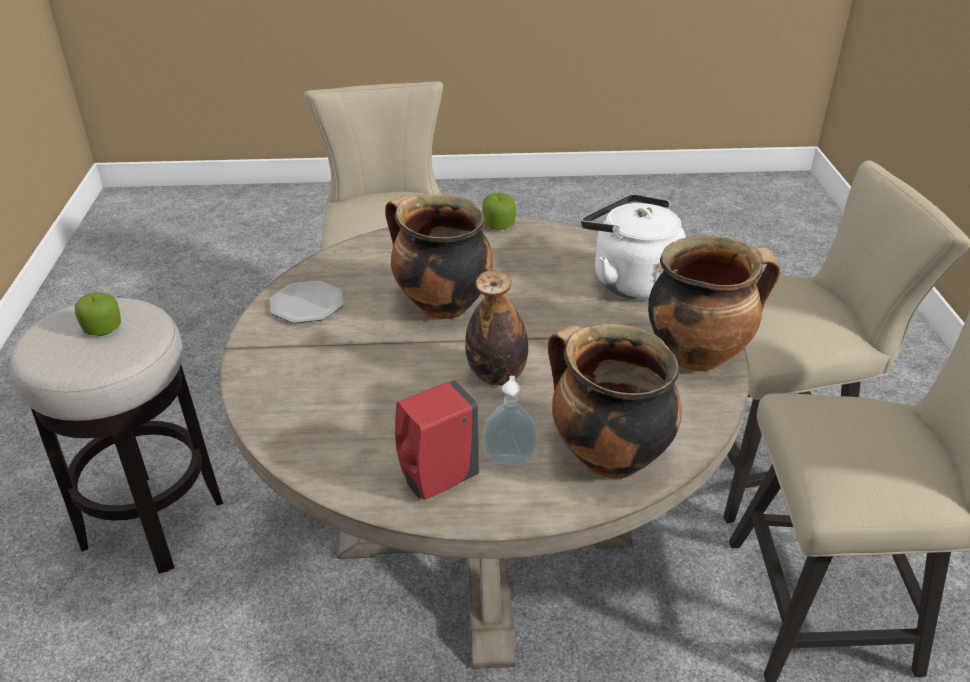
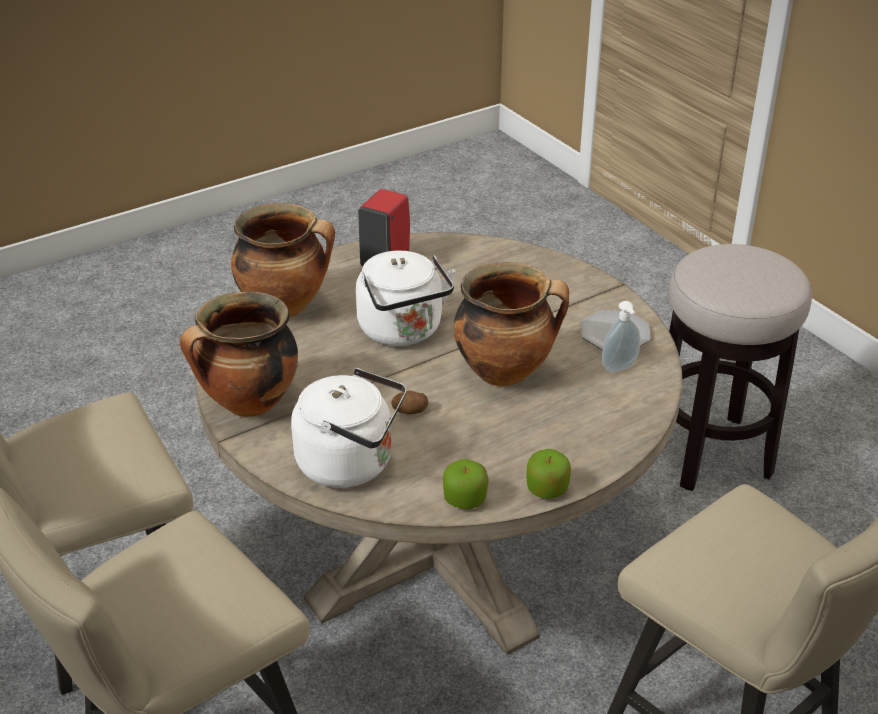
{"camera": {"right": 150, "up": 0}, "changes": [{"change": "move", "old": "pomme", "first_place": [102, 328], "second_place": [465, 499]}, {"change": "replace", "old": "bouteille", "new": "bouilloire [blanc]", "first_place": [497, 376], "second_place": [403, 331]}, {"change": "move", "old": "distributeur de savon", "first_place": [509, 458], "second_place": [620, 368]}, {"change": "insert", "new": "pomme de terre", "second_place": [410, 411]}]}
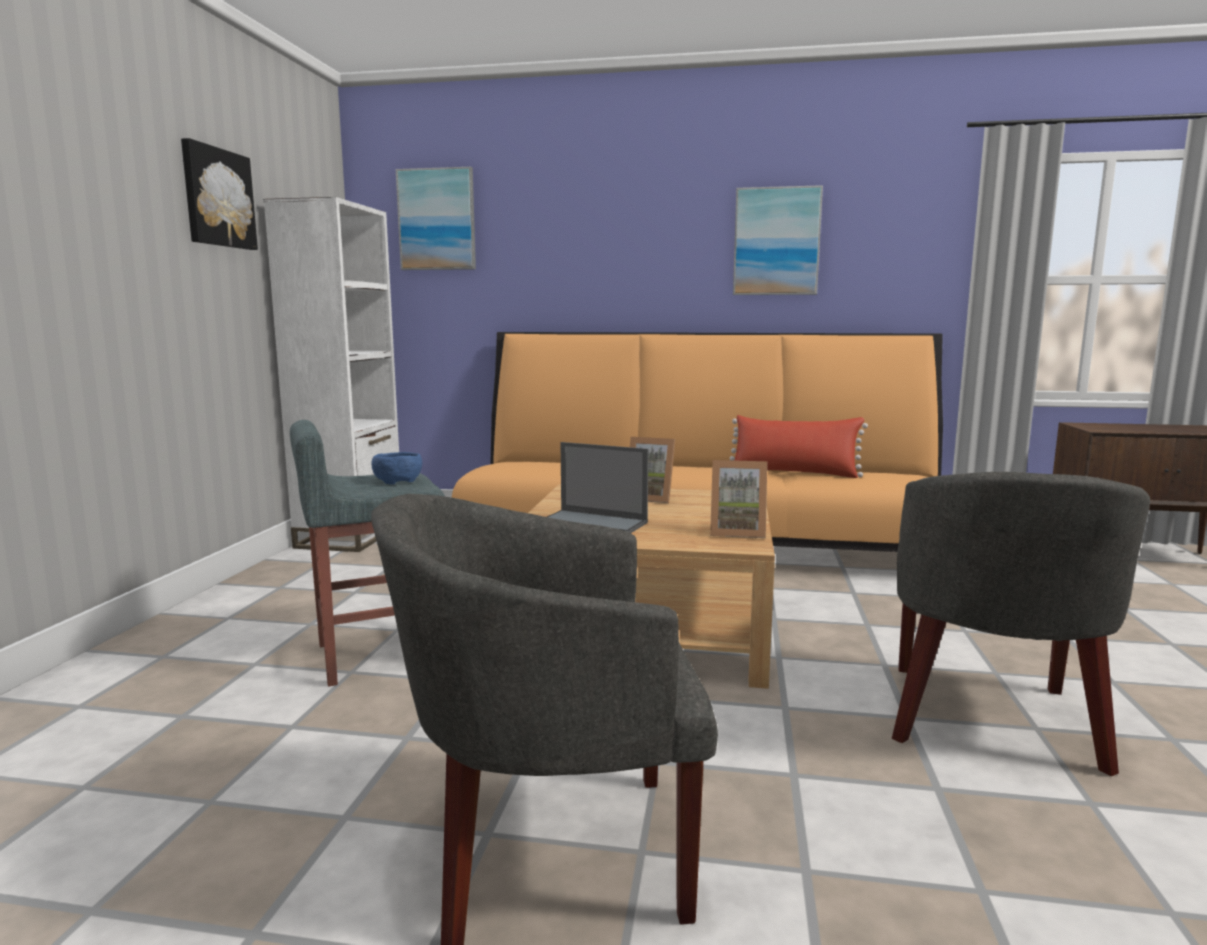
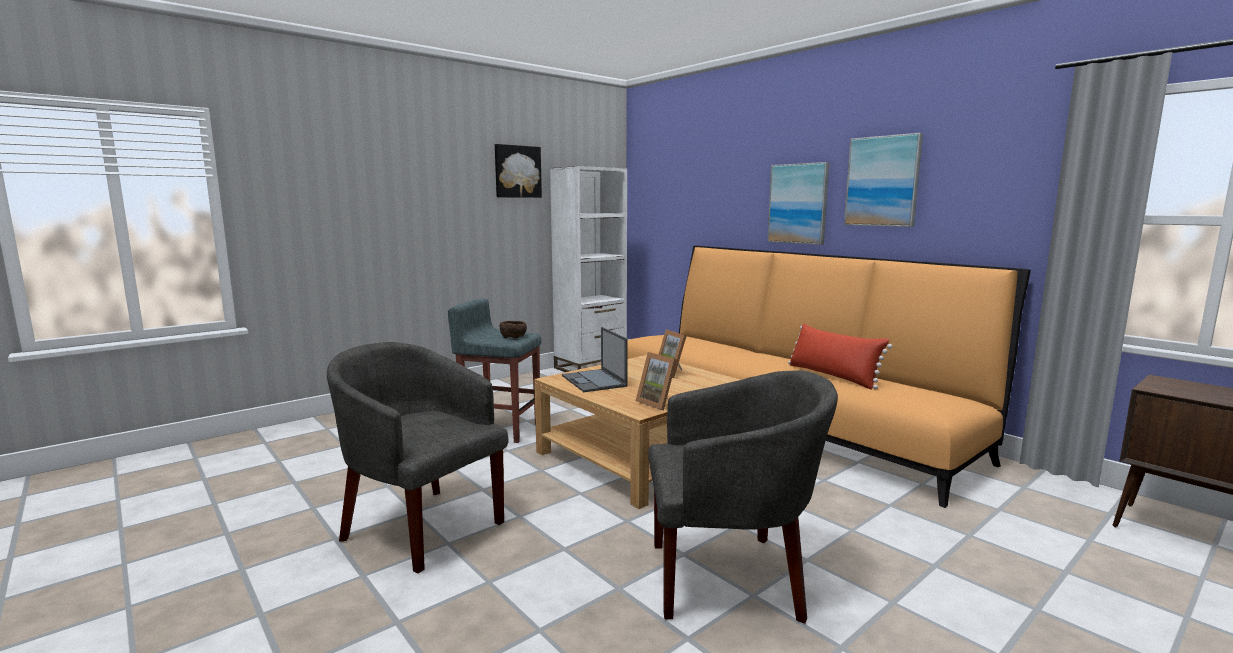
{"camera": {"right": 40, "up": 0}, "changes": [{"change": "recolor", "old": "bol [bleu]", "new": "bol [marron]", "first_place": [397, 480], "second_place": [513, 336]}, {"change": "move", "old": "tableau", "first_place": [437, 220], "second_place": [798, 204]}, {"change": "rotate", "old": "fauteuil [gris]", "first_place": [988, 720], "second_place": [730, 577], "degrees": -150}]}
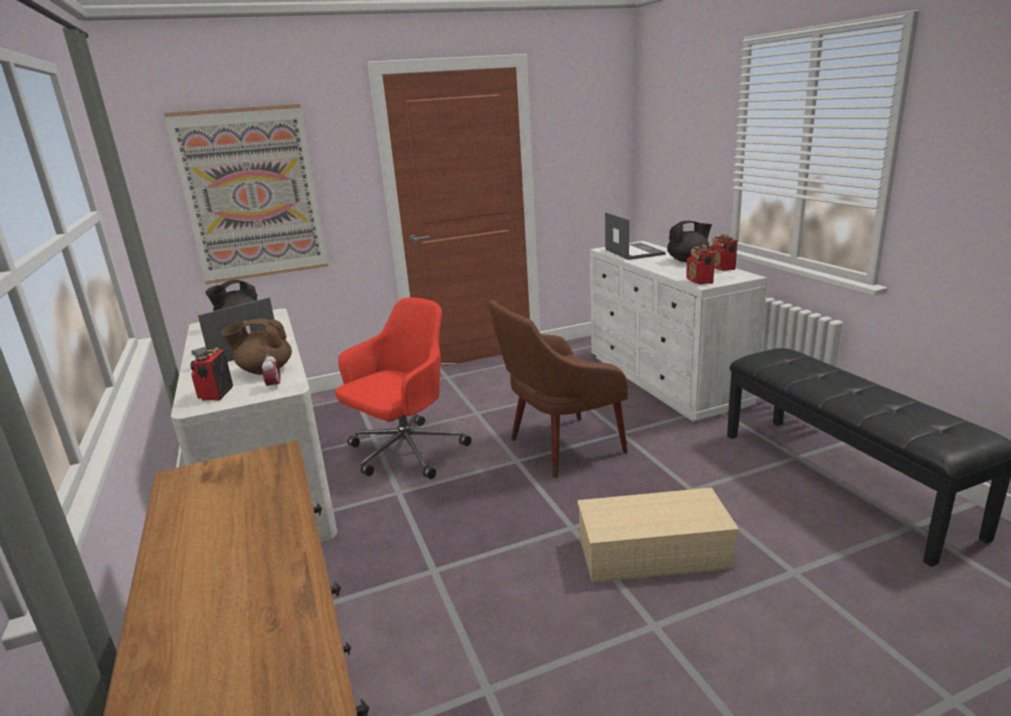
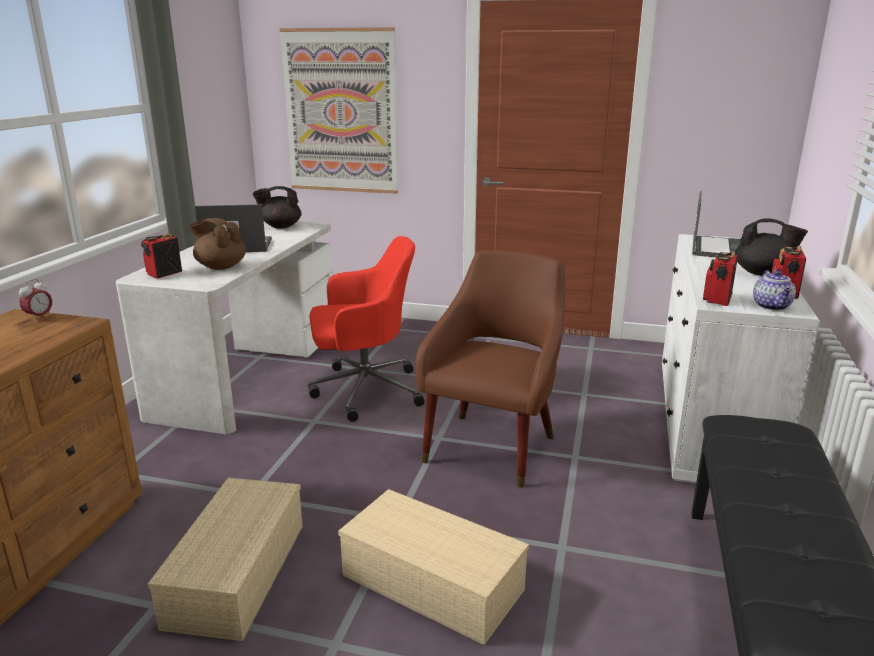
{"camera": {"right": 35, "up": 0}, "changes": [{"change": "move", "old": "réveil", "first_place": [274, 386], "second_place": [39, 317]}, {"change": "rotate", "old": "fauteuil [marron]", "first_place": [559, 448], "second_place": [493, 444], "degrees": 105}, {"change": "insert", "new": "boîte de rangement [beige]", "second_place": [236, 571]}, {"change": "insert", "new": "théière", "second_place": [772, 306]}]}
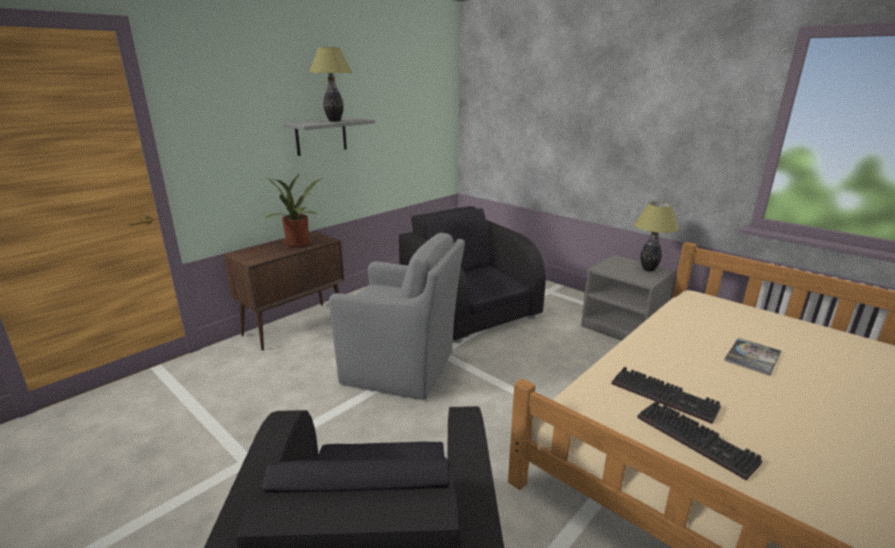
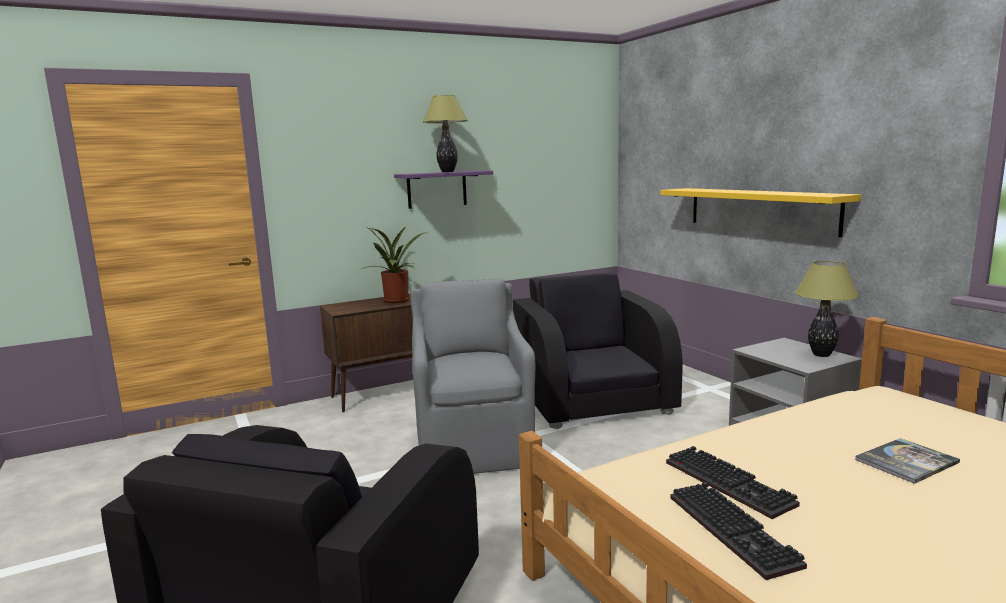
{"camera": {"right": 20, "up": -10}, "changes": [{"change": "recolor", "old": "étagère [gris]", "new": "étagère [violet]", "first_place": [321, 136], "second_place": [437, 189]}, {"change": "rotate", "old": "fauteuil [gris]", "first_place": [402, 369], "second_place": [474, 446], "degrees": -135}, {"change": "insert", "new": "étagère [jaune]", "second_place": [760, 210]}]}
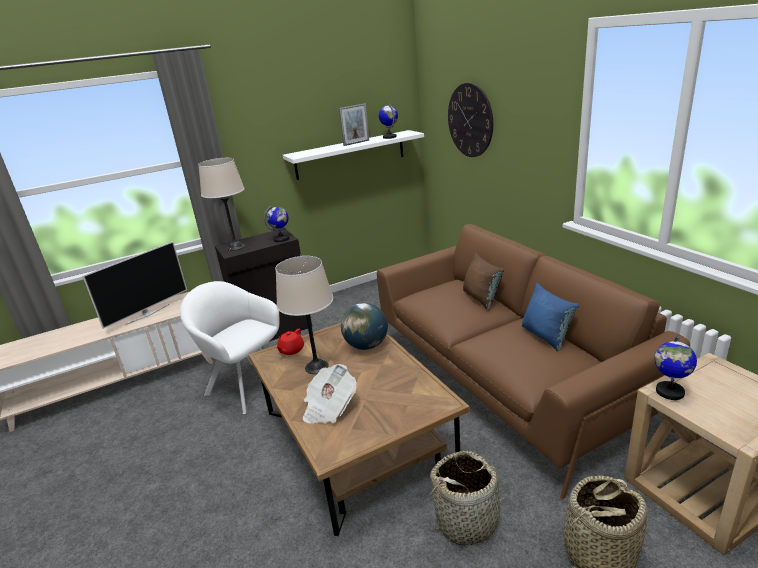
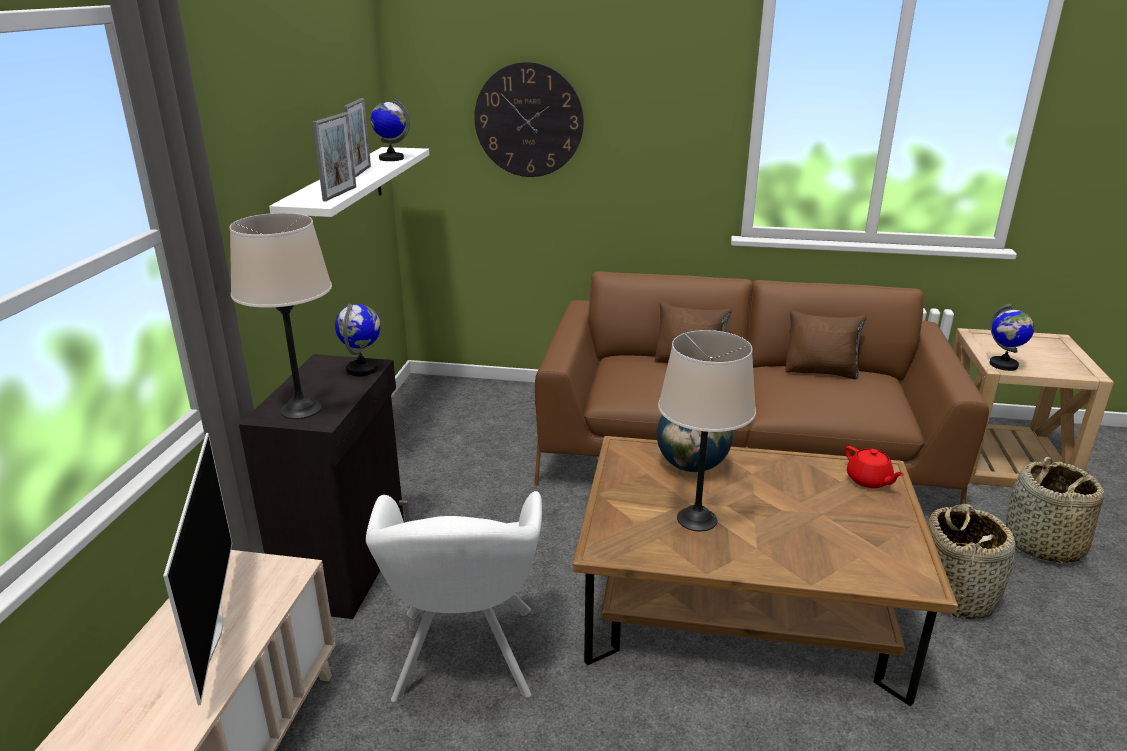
{"camera": {"right": -55, "up": 0}, "changes": [{"change": "rotate", "old": "fauteuil [blanc]", "first_place": [245, 384], "second_place": [463, 660], "degrees": -75}, {"change": "move", "old": "théière [rouge]", "first_place": [291, 350], "second_place": [869, 480]}, {"change": "delete", "old": "journal", "first_place": [329, 407]}, {"change": "recolor", "old": "coussin [bleu]", "new": "coussin [marron]", "first_place": [546, 336], "second_place": [821, 371]}, {"change": "insert", "new": "cadre photo", "second_place": [340, 194]}]}
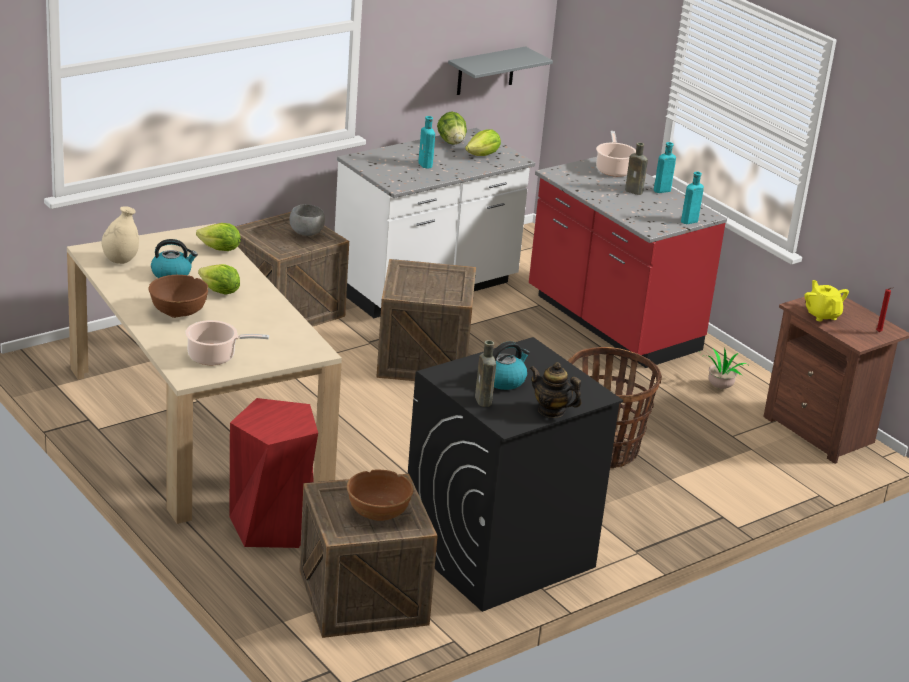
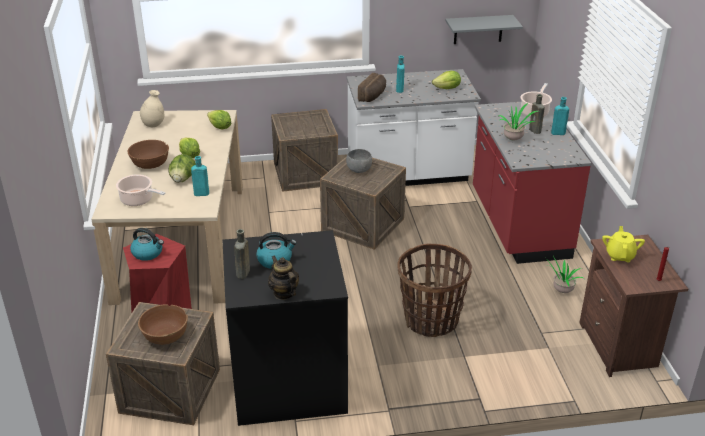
{"camera": {"right": 30, "up": 5}, "changes": [{"change": "move", "old": "bouilloire", "first_place": [172, 274], "second_place": [148, 253]}, {"change": "move", "old": "bol [gris]", "first_place": [306, 233], "second_place": [359, 170]}, {"change": "move", "old": "laitue", "first_place": [451, 142], "second_place": [182, 179]}, {"change": "move", "old": "bouteille [turquoise]", "first_place": [688, 221], "second_place": [200, 194]}, {"change": "insert", "new": "pain", "second_place": [373, 96]}, {"change": "insert", "new": "plante en pot", "second_place": [514, 139]}]}
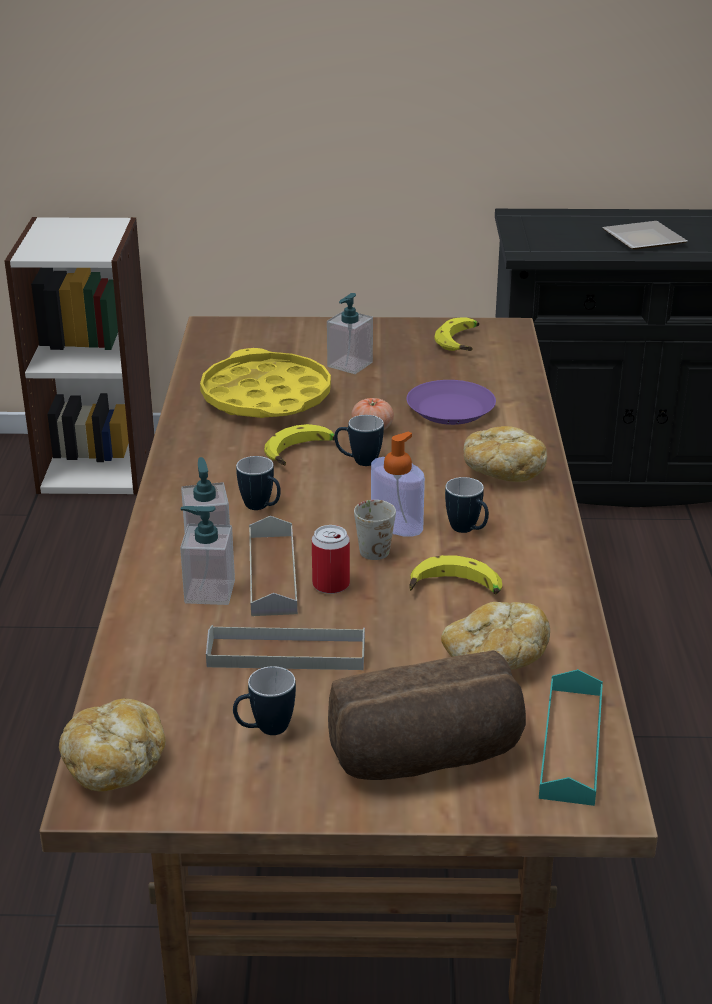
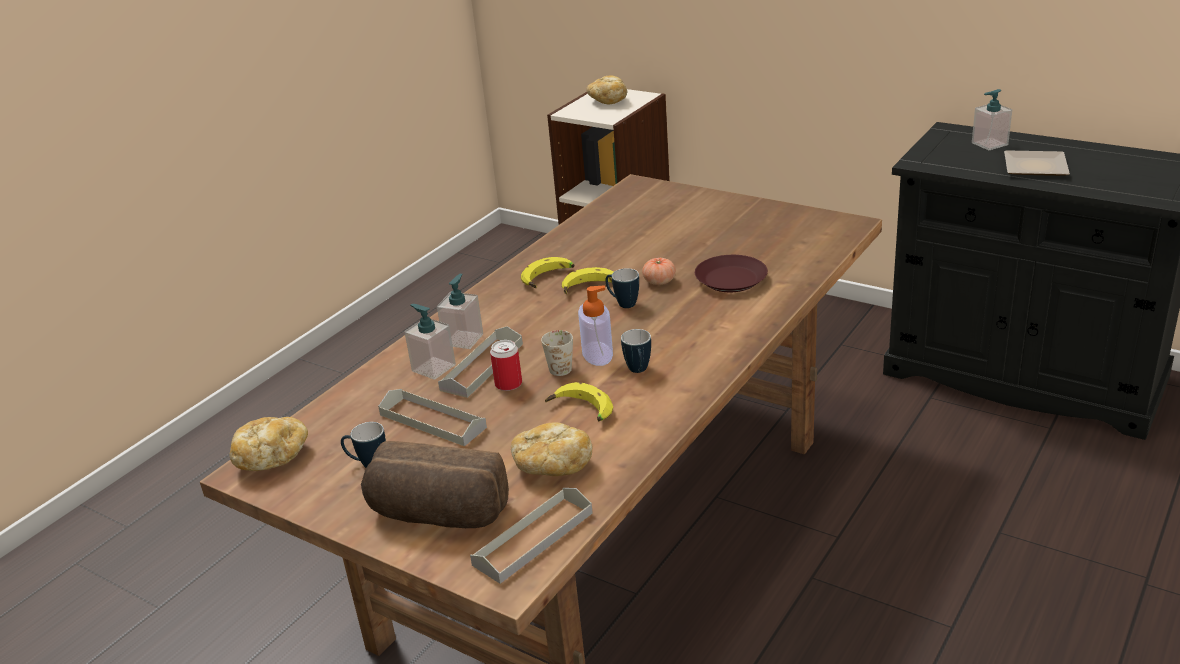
{"camera": {"right": 35, "up": 0}, "changes": [{"change": "delete", "old": "plateau [jaune]", "first_place": [266, 397]}, {"change": "delete", "old": "mug", "first_place": [262, 508]}, {"change": "move", "old": "distributeur de savon", "first_place": [349, 364], "second_place": [989, 144]}, {"change": "recolor", "old": "assiette [violet]", "new": "assiette [marron]", "first_place": [450, 409], "second_place": [731, 279]}, {"change": "move", "old": "banane", "first_place": [462, 342], "second_place": [549, 279]}, {"change": "move", "old": "pain", "first_place": [501, 472], "second_place": [608, 101]}, {"change": "recolor", "old": "plateau [turquoise]", "new": "plateau [gris]", "first_place": [571, 744], "second_place": [533, 538]}]}
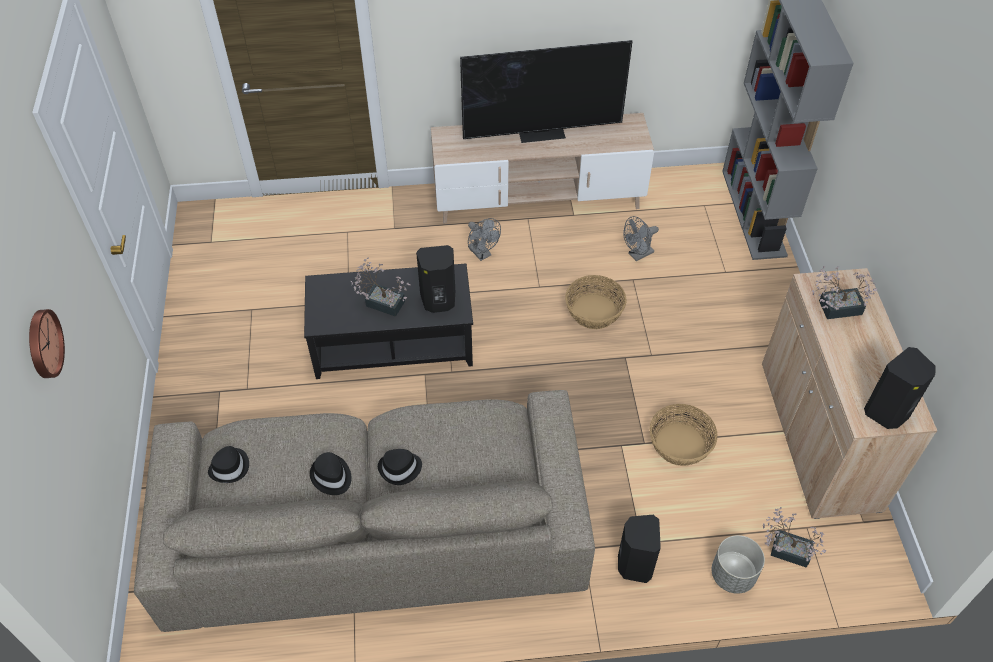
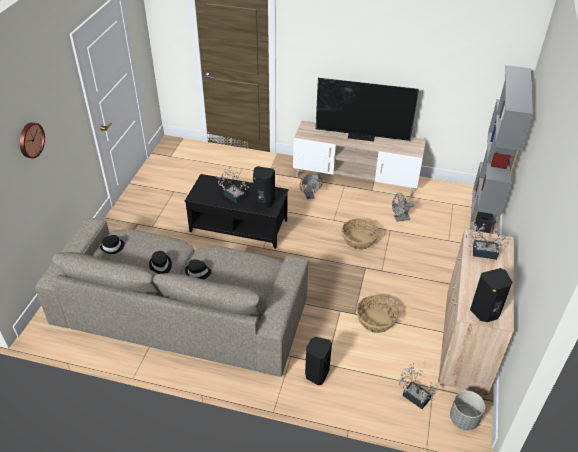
{"camera": {"right": 20, "up": -10}, "changes": [{"change": "move", "old": "cache-pot [gris]", "first_place": [733, 575], "second_place": [464, 419]}]}
